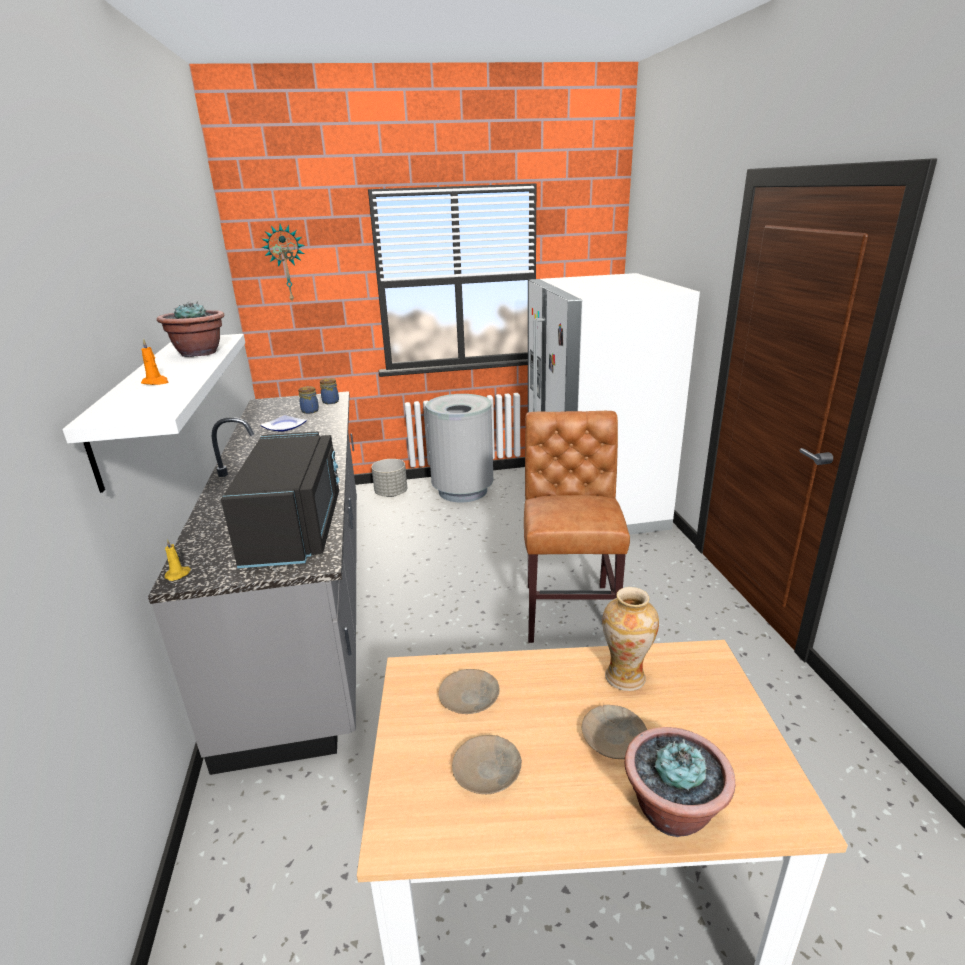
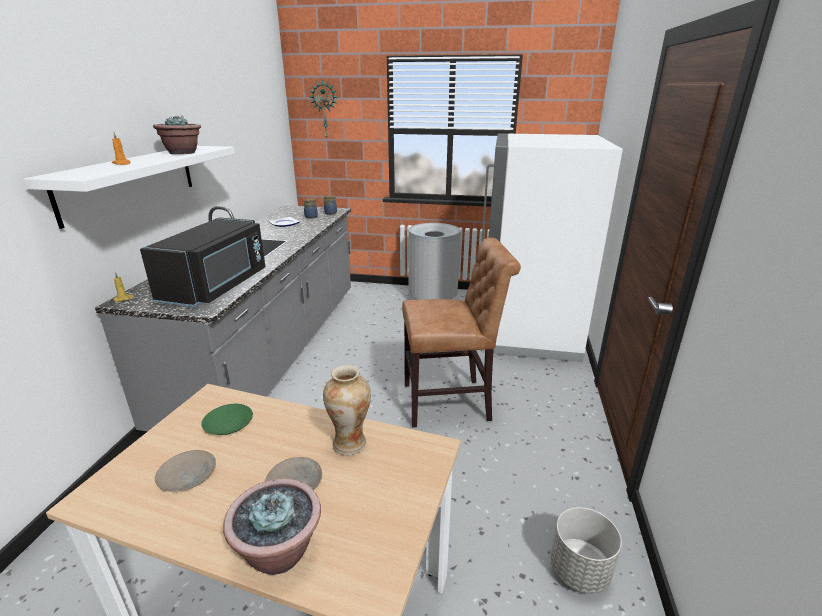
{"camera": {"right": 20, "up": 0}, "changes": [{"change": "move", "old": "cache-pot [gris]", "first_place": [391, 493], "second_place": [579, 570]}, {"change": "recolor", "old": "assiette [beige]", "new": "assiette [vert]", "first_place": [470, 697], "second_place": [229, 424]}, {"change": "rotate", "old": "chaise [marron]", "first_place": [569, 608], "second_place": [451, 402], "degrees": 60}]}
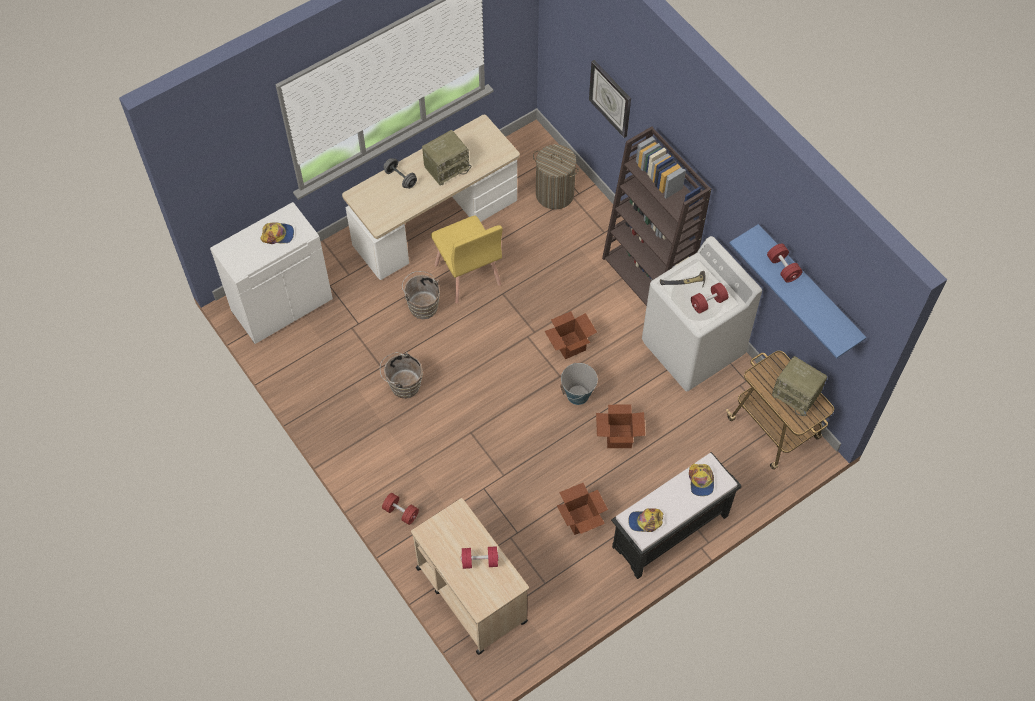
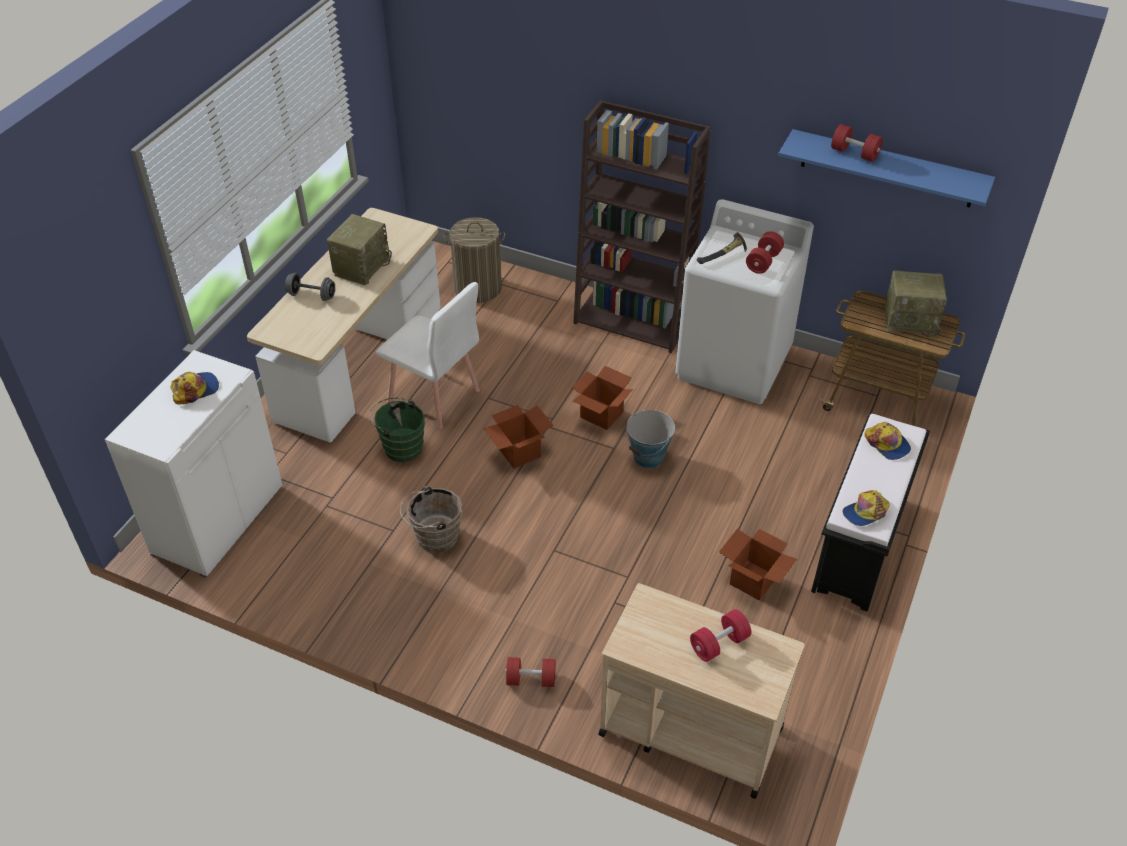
{"camera": {"right": -30, "up": -15}, "changes": [{"change": "recolor", "old": "seau [marron]", "new": "seau [vert]", "first_place": [422, 305], "second_place": [400, 446]}, {"change": "recolor", "old": "chaise [jaune]", "new": "chaise [blanc]", "first_place": [467, 275], "second_place": [434, 396]}, {"change": "delete", "old": "horloge murale", "first_place": [610, 98]}, {"change": "move", "old": "carton", "first_place": [619, 436], "second_place": [519, 452]}]}
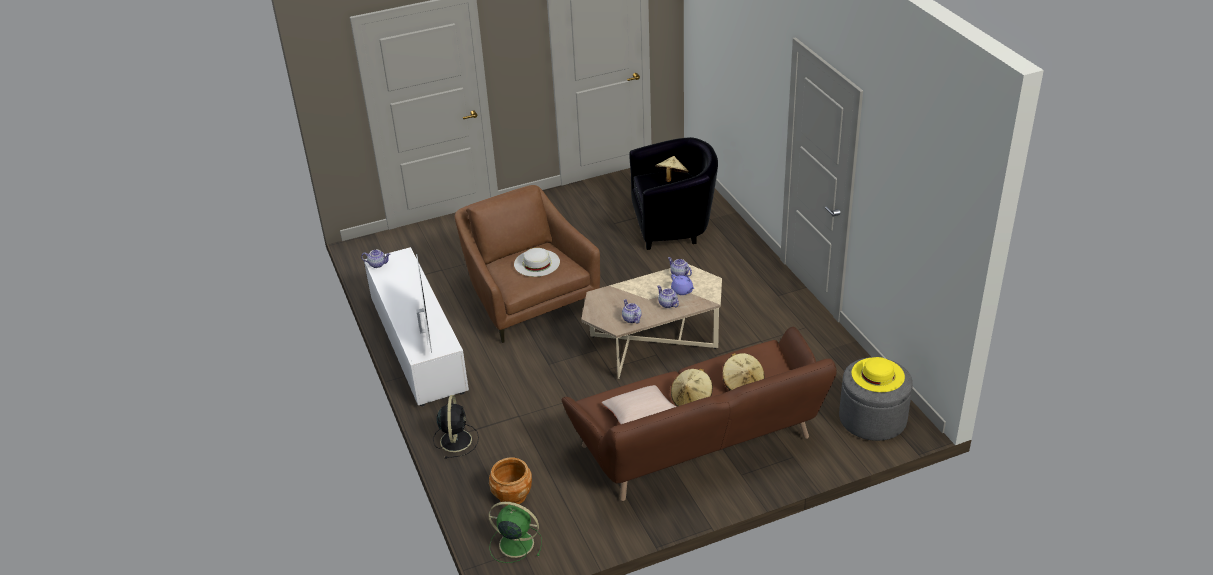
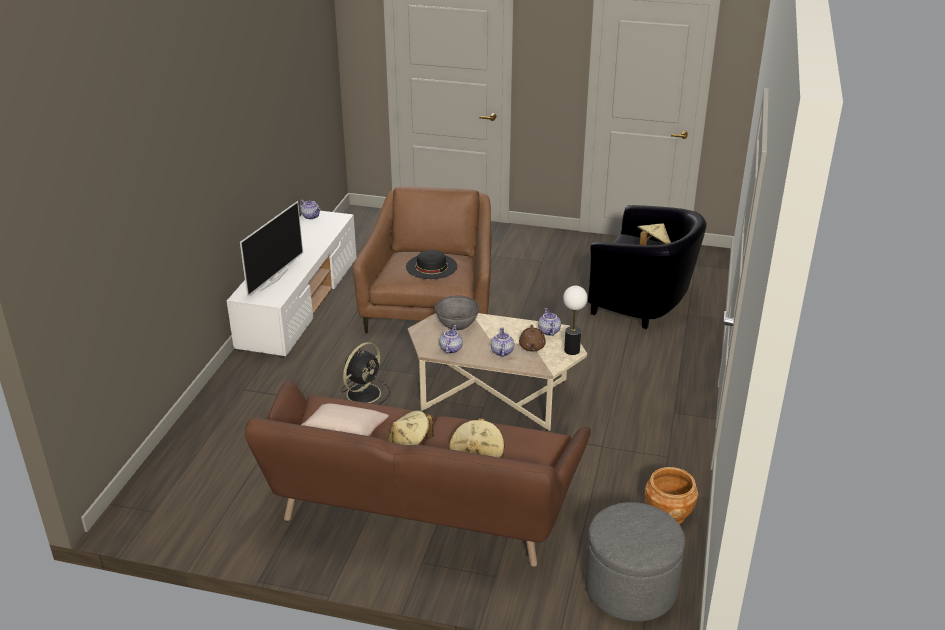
{"camera": {"right": 35, "up": -5}, "changes": [{"change": "move", "old": "ventilateur [noir]", "first_place": [456, 439], "second_place": [364, 393]}, {"change": "delete", "old": "ventilateur [vert]", "first_place": [514, 543]}, {"change": "move", "old": "cache-pot [marron]", "first_place": [512, 495], "second_place": [668, 514]}, {"change": "recolor", "old": "chapeau [blanc]", "new": "chapeau [noir]", "first_place": [536, 263], "second_place": [431, 266]}, {"change": "recolor", "old": "théière [violet]", "new": "théière [marron]", "first_place": [682, 291], "second_place": [532, 347]}, {"change": "delete", "old": "chapeau [jaune]", "first_place": [877, 375]}, {"change": "insert", "new": "bol [gris]", "second_place": [457, 324]}, {"change": "insert", "new": "lampe de table", "second_place": [572, 350]}]}
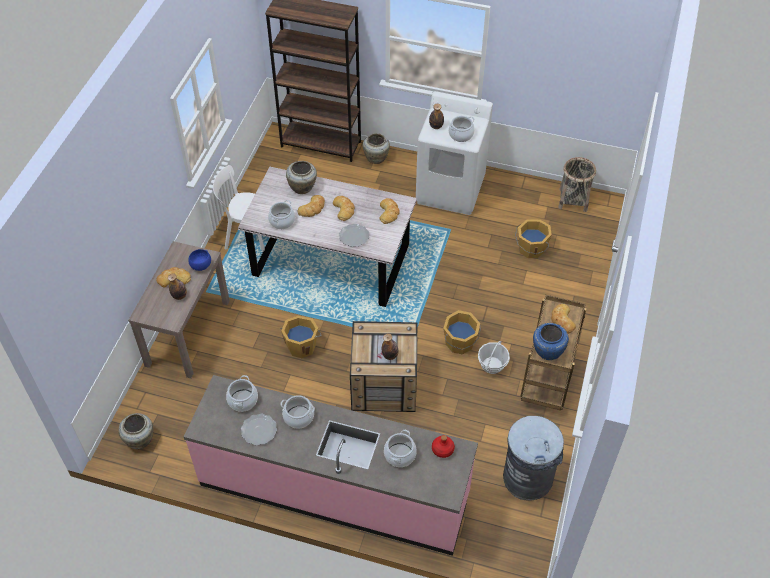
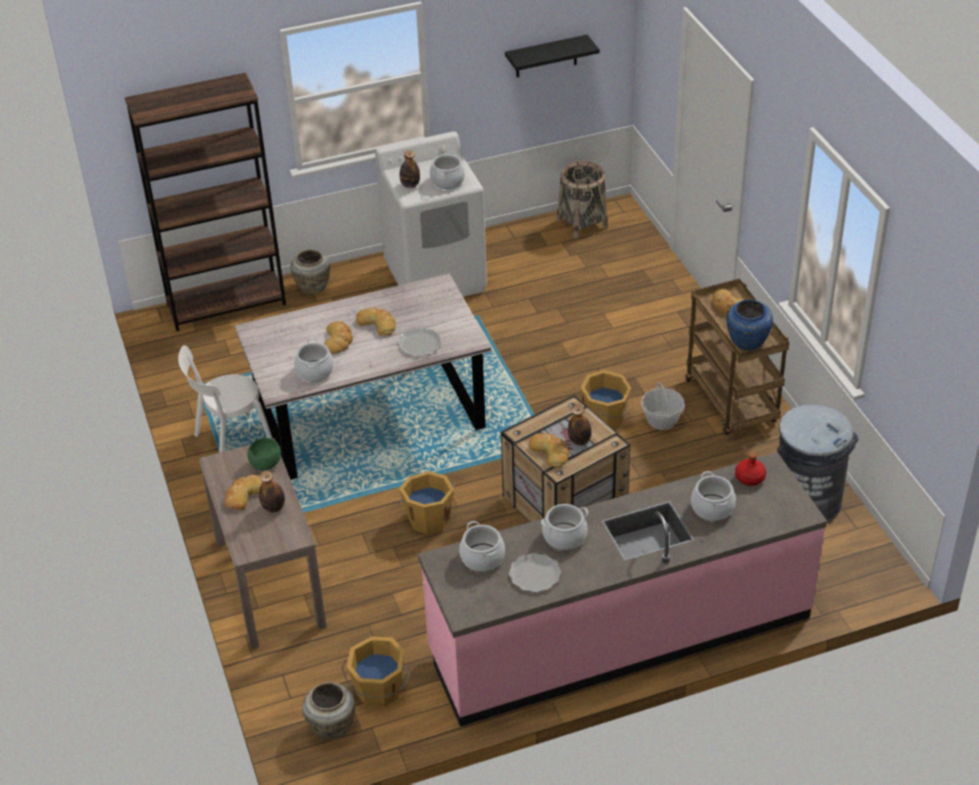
{"camera": {"right": -35, "up": -10}, "changes": [{"change": "recolor", "old": "bol [bleu]", "new": "bol [vert]", "first_place": [200, 266], "second_place": [265, 464]}, {"change": "delete", "old": "vase [beige]", "first_place": [303, 188]}, {"change": "move", "old": "pain", "first_place": [389, 212], "second_place": [550, 452]}, {"change": "move", "old": "seau [orange]", "first_place": [531, 249], "second_place": [378, 690]}, {"change": "insert", "new": "étagère [noir]", "second_place": [546, 56]}]}
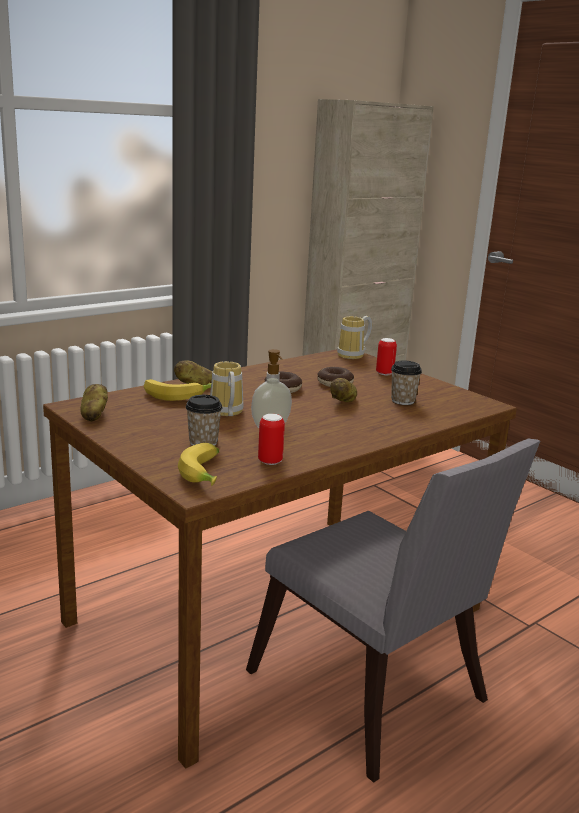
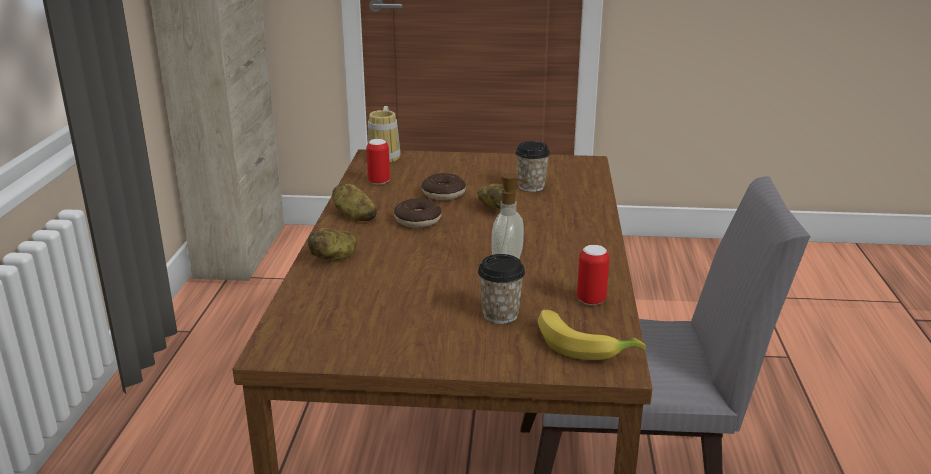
{"camera": {"right": -45, "up": 5}, "changes": [{"change": "move", "old": "pomme de terre", "first_place": [93, 415], "second_place": [354, 216]}, {"change": "delete", "old": "banane", "first_place": [178, 395]}, {"change": "delete", "old": "mug", "first_place": [225, 412]}, {"change": "move", "old": "boîte métallique", "first_place": [384, 373], "second_place": [379, 182]}]}
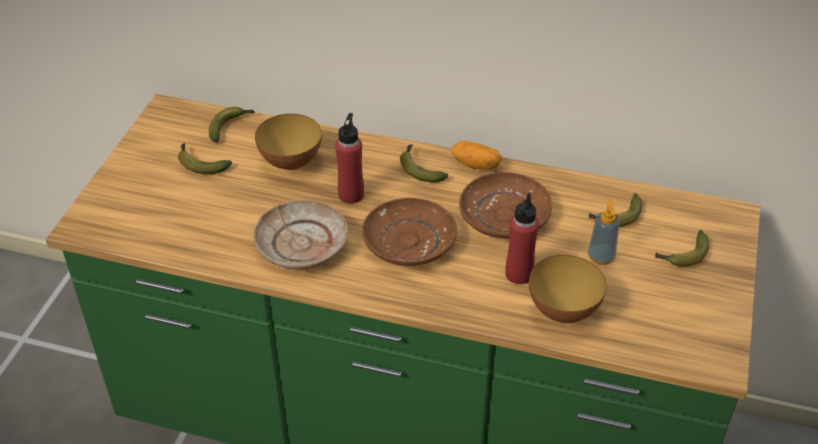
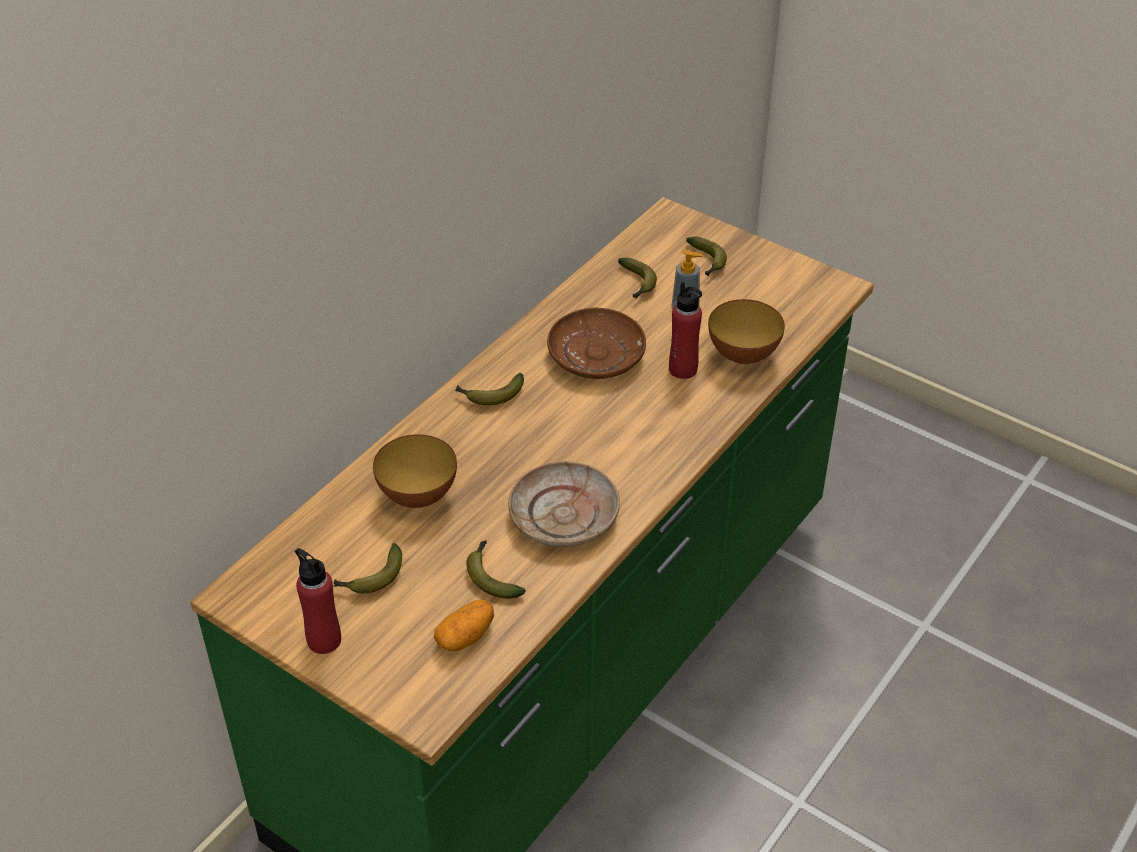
{"camera": {"right": -70, "up": 0}, "changes": [{"change": "move", "old": "banane", "first_place": [230, 127], "second_place": [491, 576]}, {"change": "move", "old": "bouteille [rouge]", "first_place": [351, 195], "second_place": [324, 640]}, {"change": "delete", "old": "assiette [marron]", "first_place": [408, 242]}, {"change": "move", "old": "pomme de terre", "first_place": [476, 165], "second_place": [465, 636]}]}
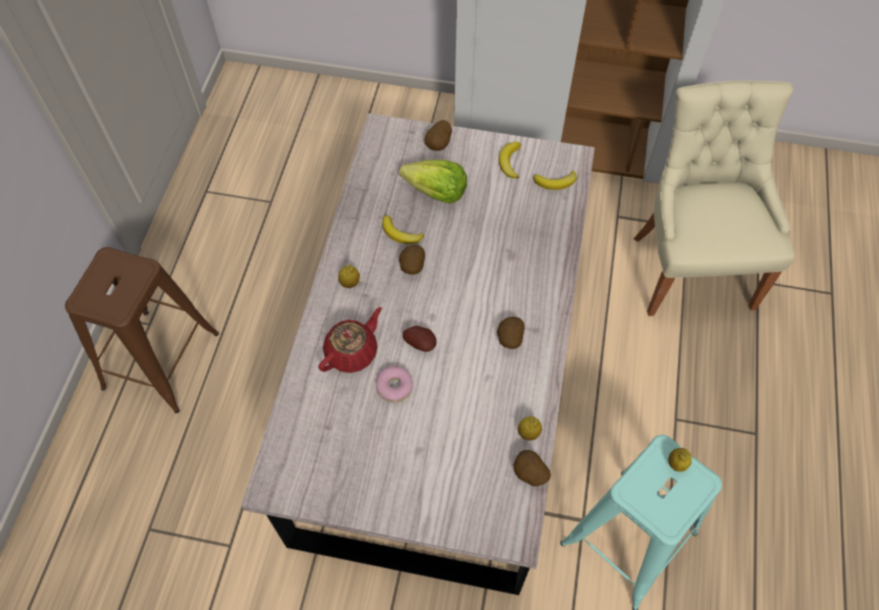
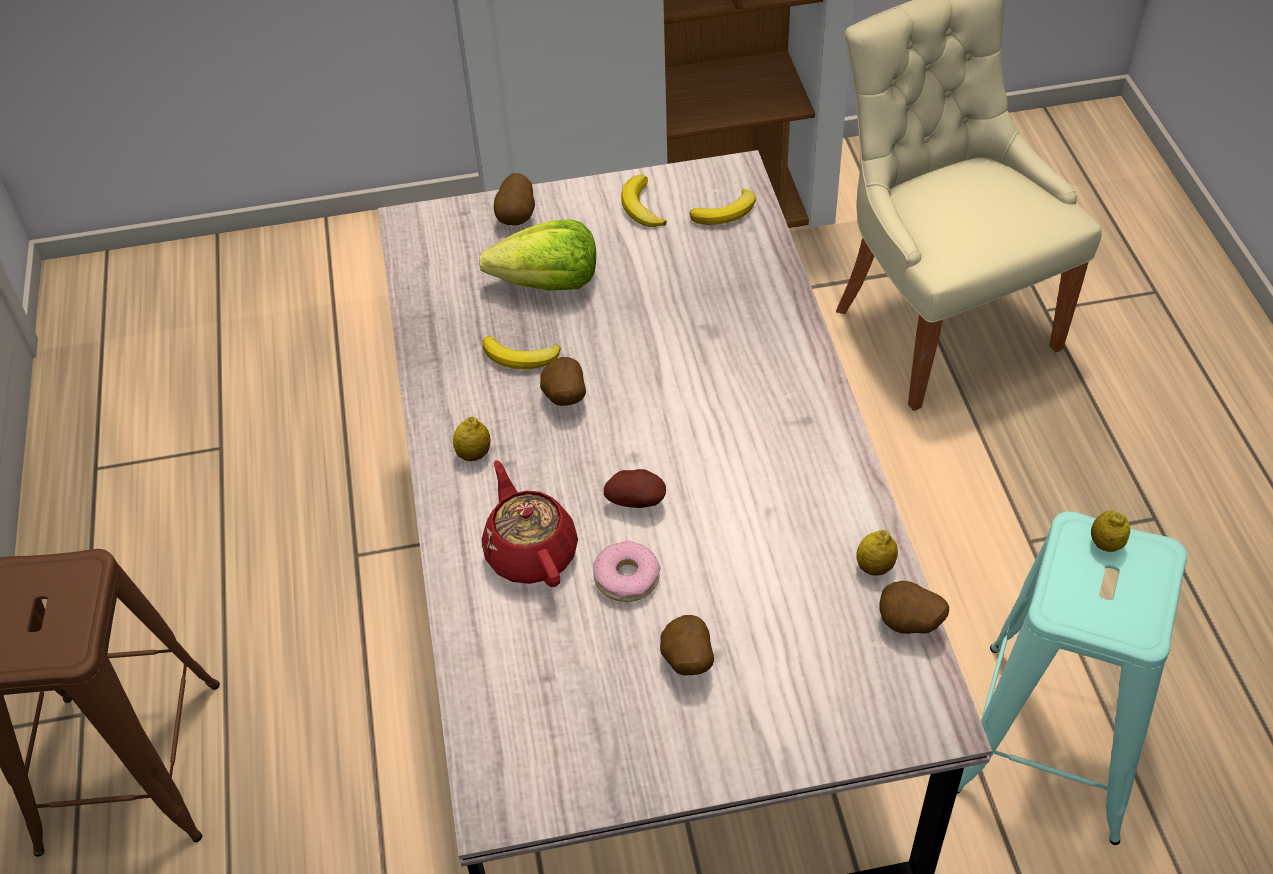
{"camera": {"right": -20, "up": -10}, "changes": [{"change": "rotate", "old": "théière [rouge]", "first_place": [352, 351], "second_place": [530, 551], "degrees": -45}, {"change": "move", "old": "pomme de terre", "first_place": [509, 339], "second_place": [686, 662]}]}
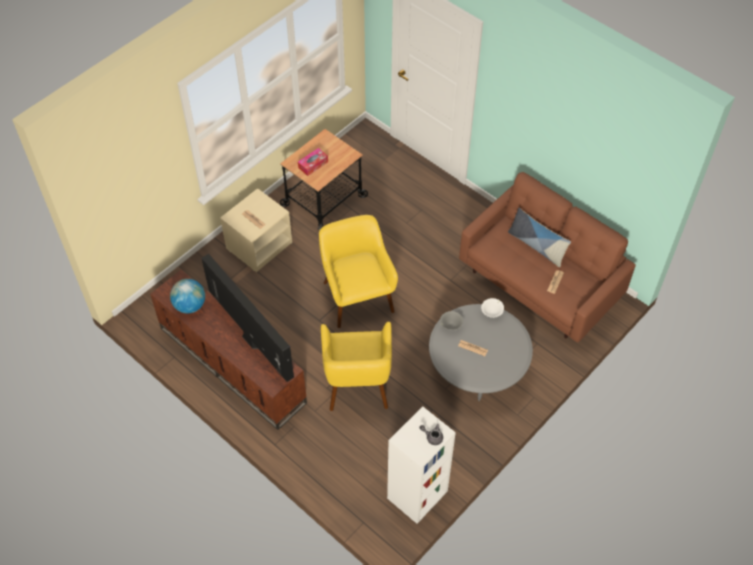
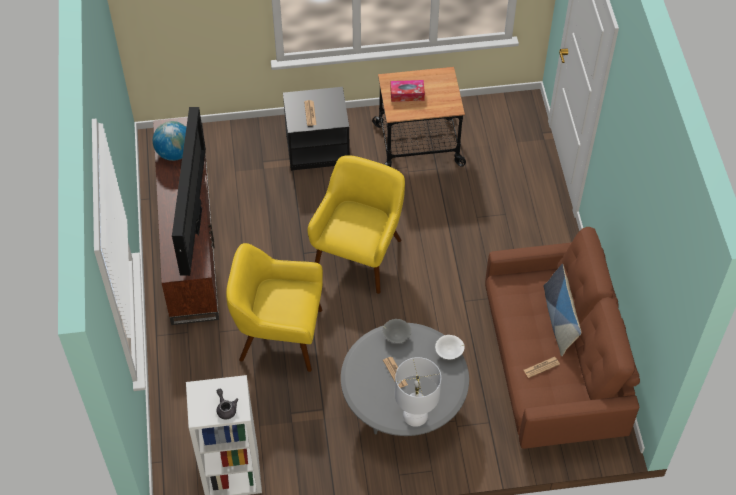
{"camera": {"right": 40, "up": 0}, "changes": [{"change": "recolor", "old": "table de chevet [beige]", "new": "table de chevet [noir]", "first_place": [259, 245], "second_place": [318, 147]}, {"change": "rotate", "old": "fauteuil [jaune]", "first_place": [357, 384], "second_place": [279, 335], "degrees": 60}, {"change": "insert", "new": "lampe de table [blanc]", "second_place": [416, 415]}]}
